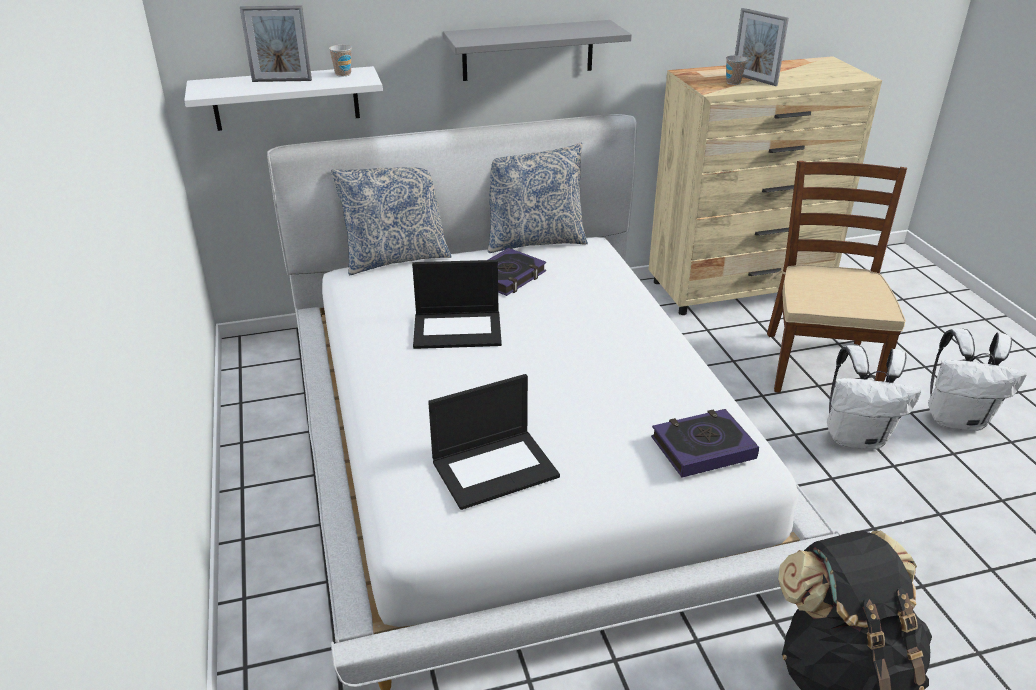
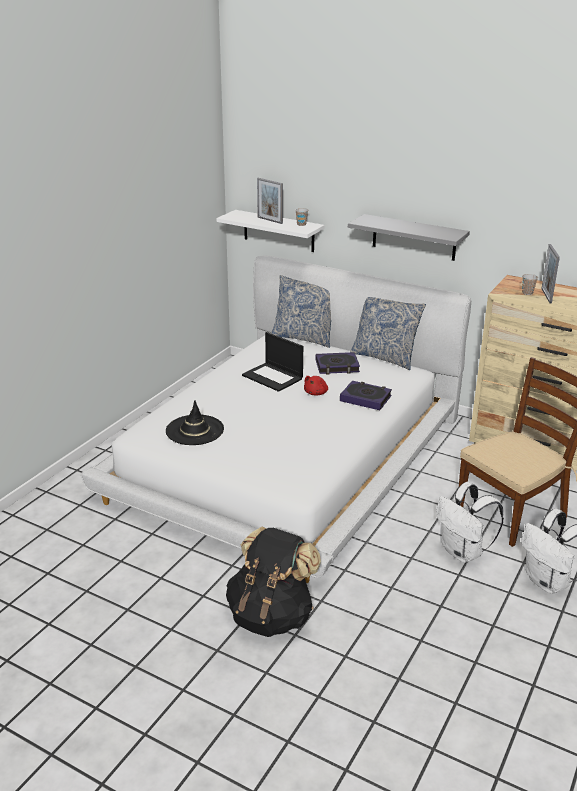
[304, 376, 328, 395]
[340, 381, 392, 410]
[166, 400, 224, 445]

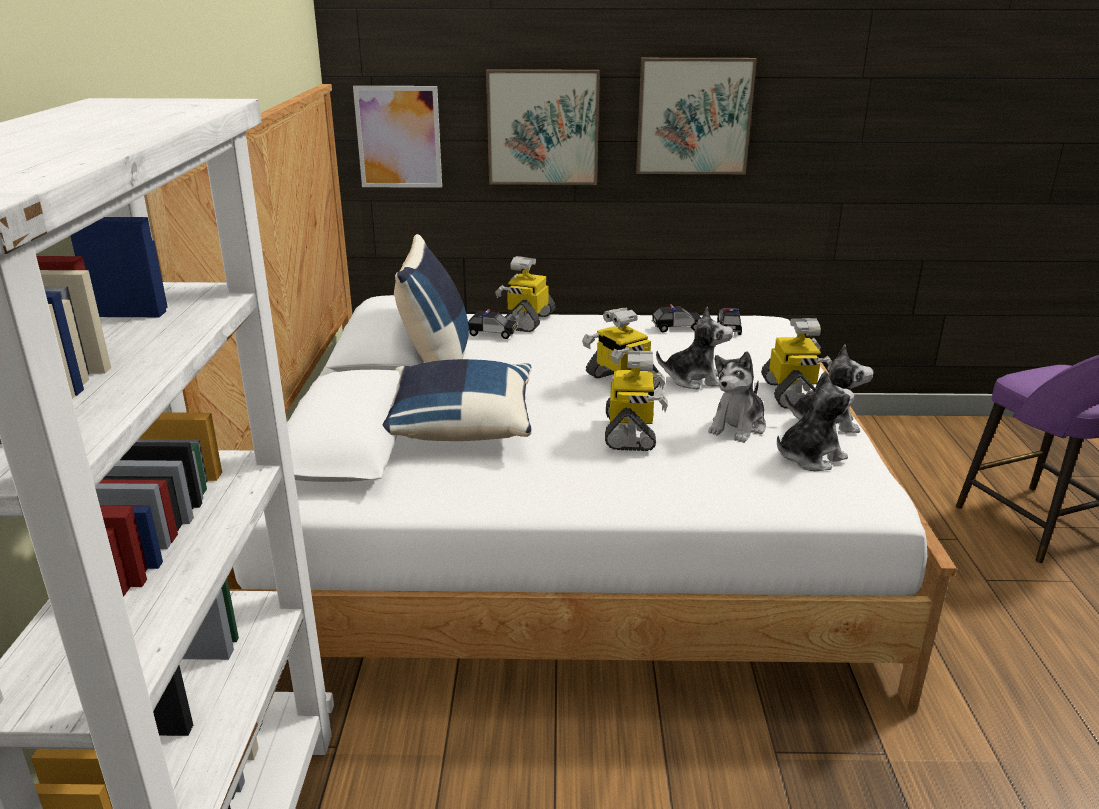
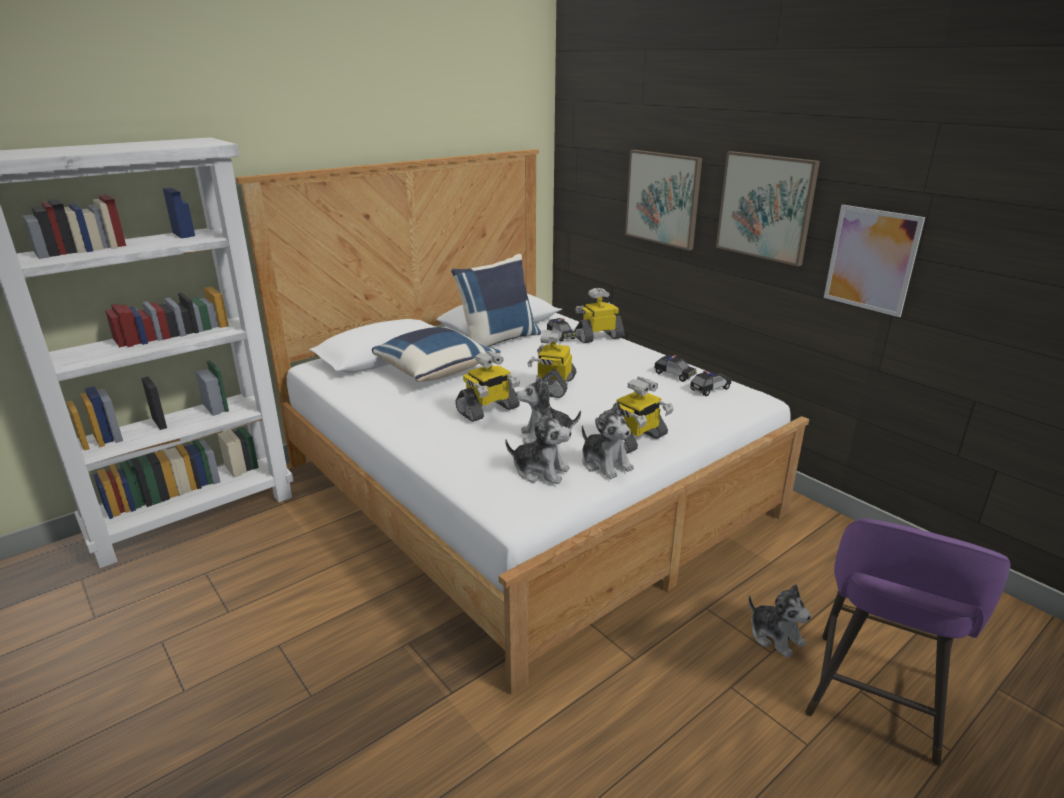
[824, 205, 925, 317]
[748, 584, 811, 658]

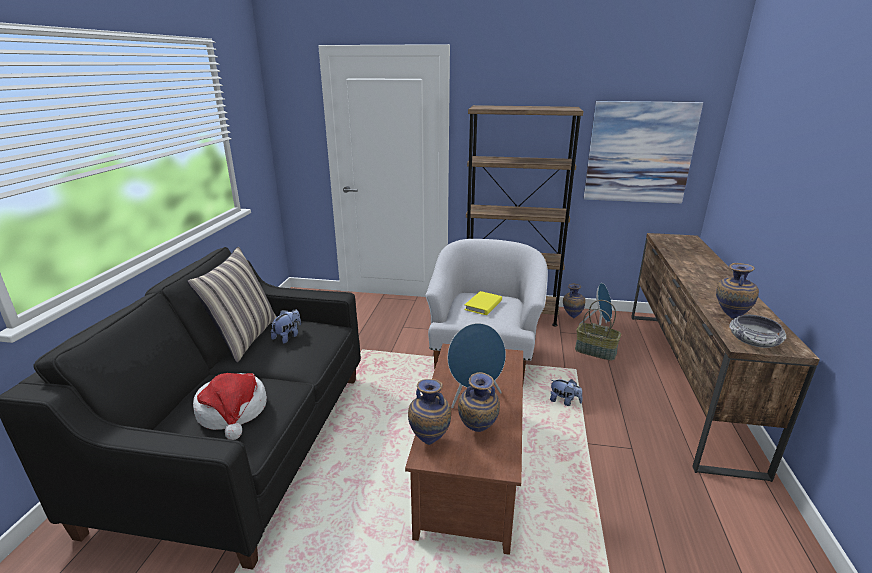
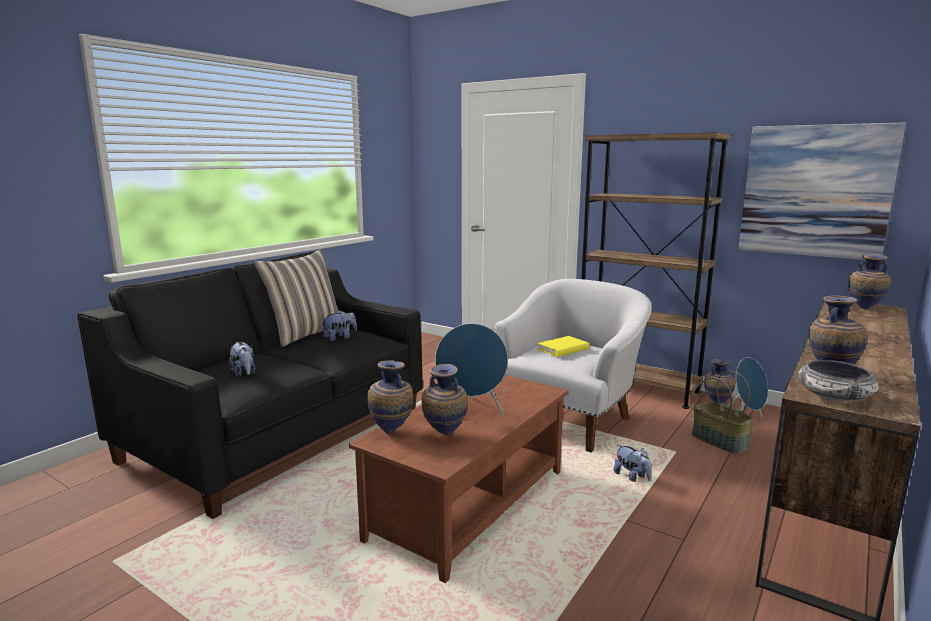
[848, 254, 891, 309]
[229, 342, 256, 377]

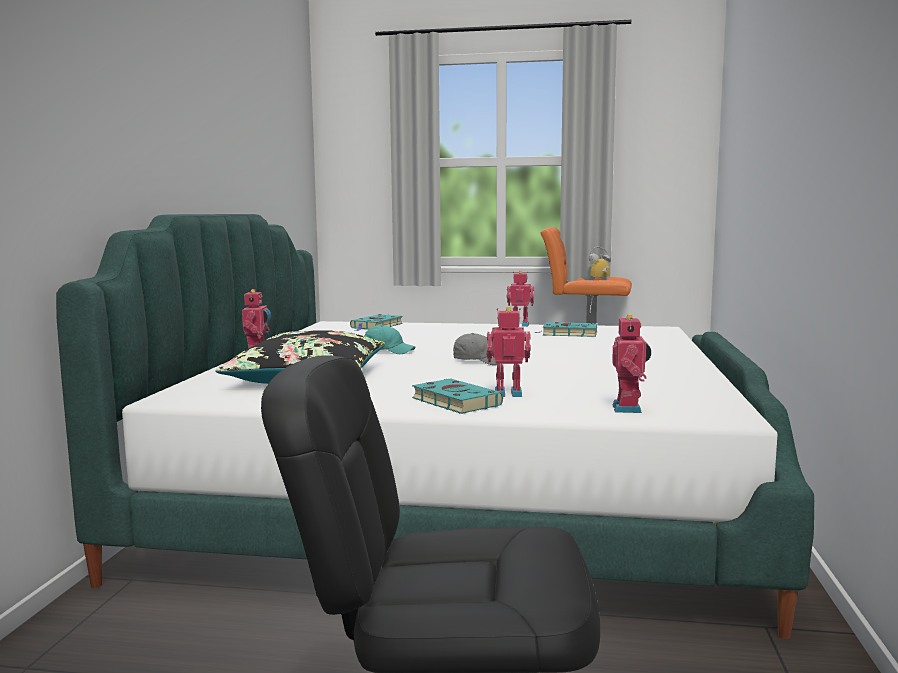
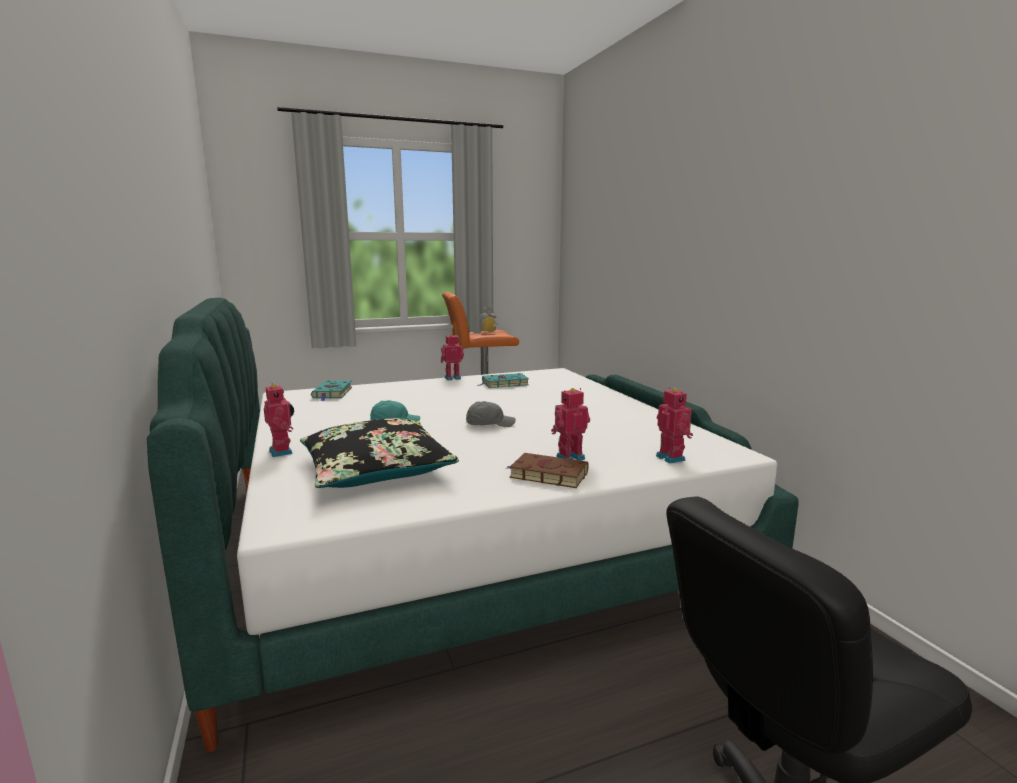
[507, 453, 589, 488]

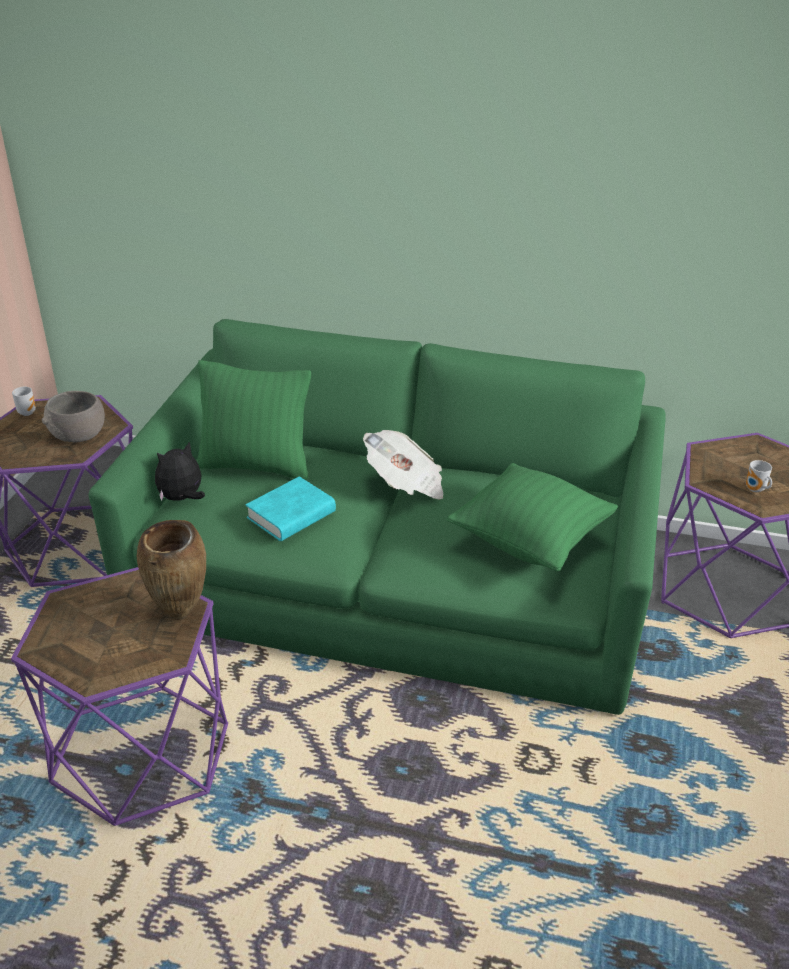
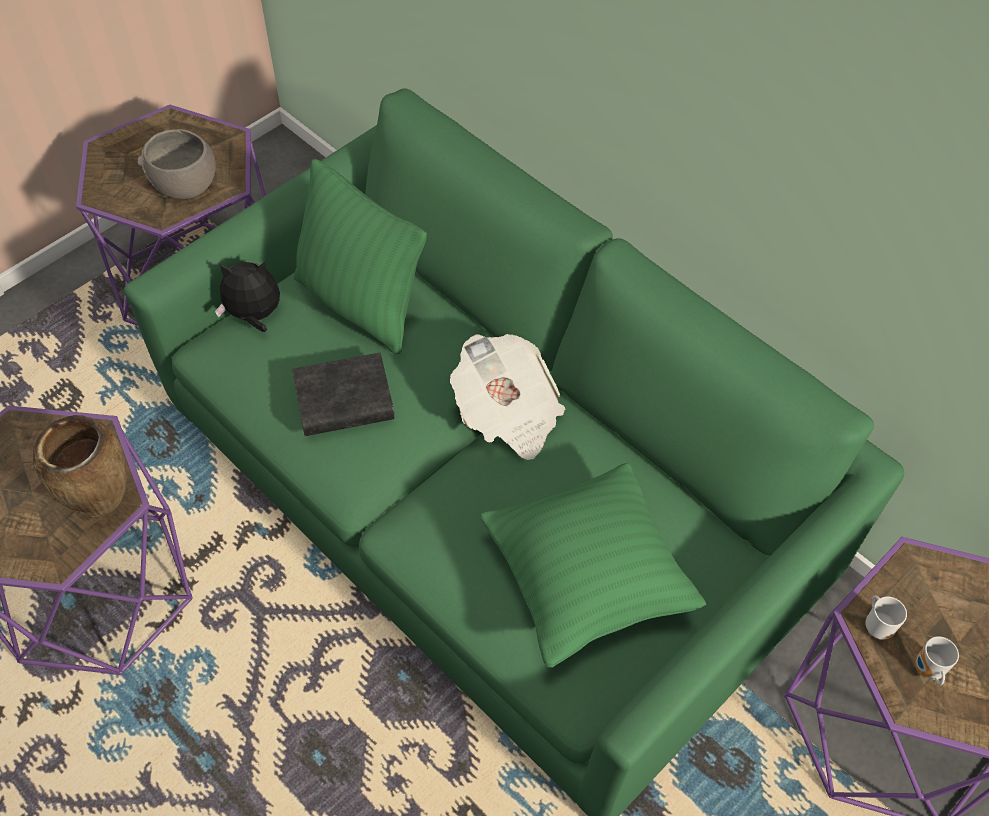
[865, 595, 907, 640]
[292, 353, 395, 436]

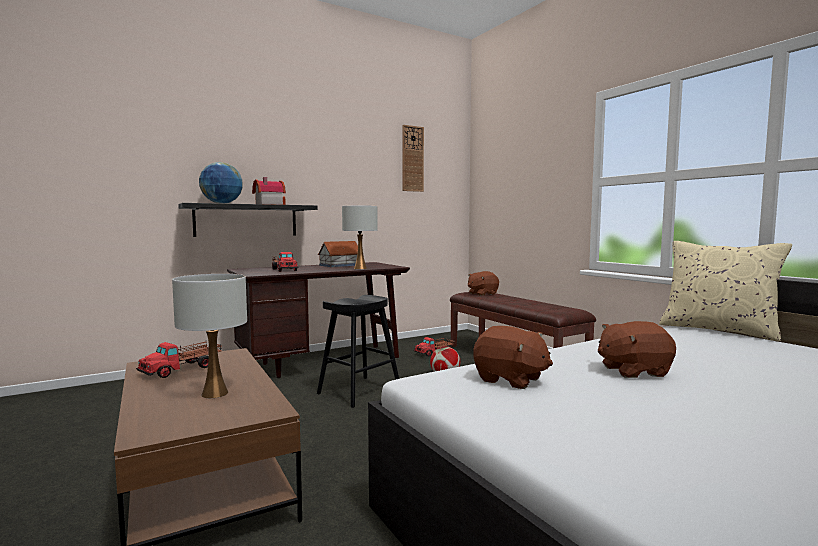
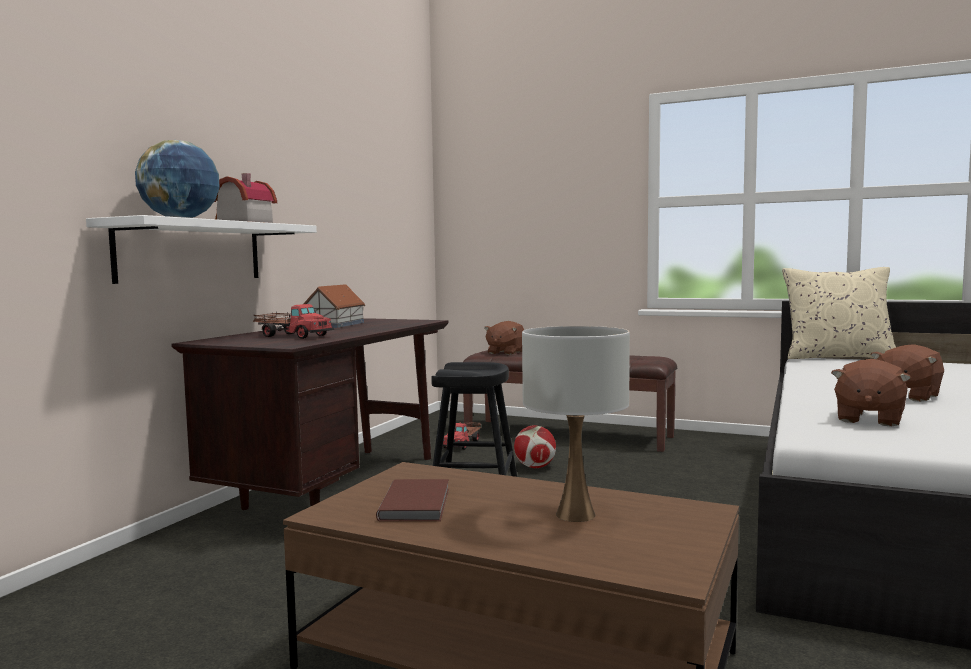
[342, 205, 378, 269] (first image)
[402, 125, 424, 192] (first image)
[376, 479, 449, 521]
[86, 215, 317, 284]
[831, 359, 912, 427]

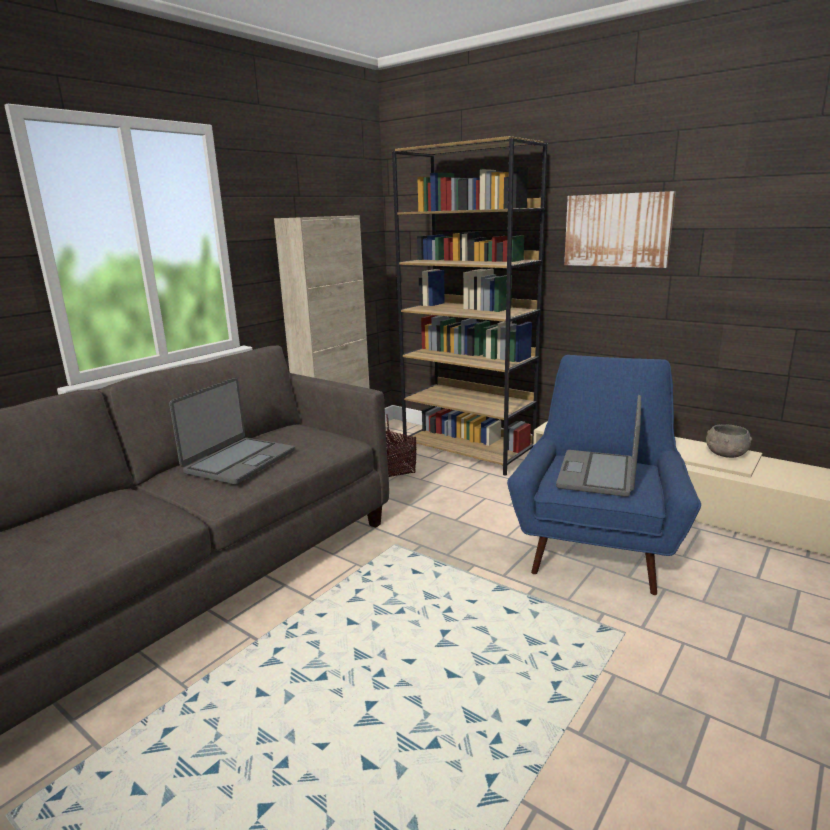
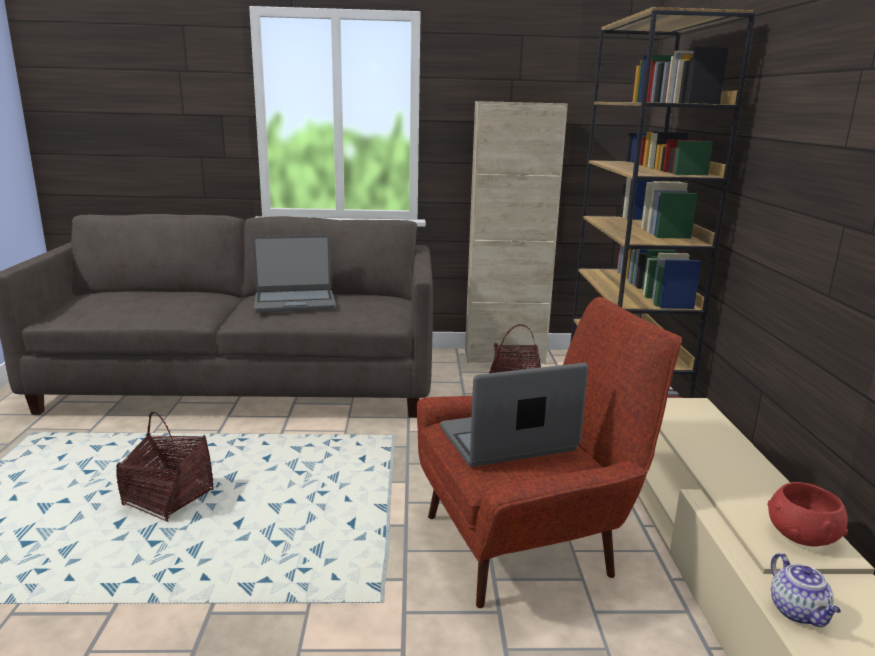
[564, 191, 676, 268] (first image)
[116, 412, 214, 522]
[771, 553, 841, 627]
[417, 297, 682, 608]
[767, 482, 848, 547]

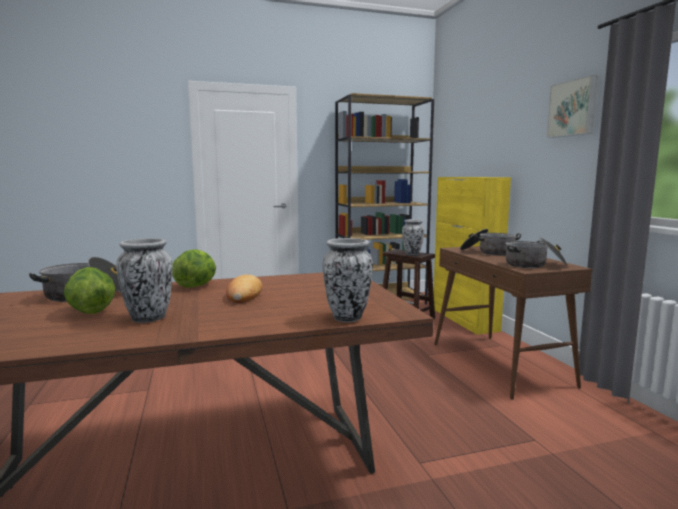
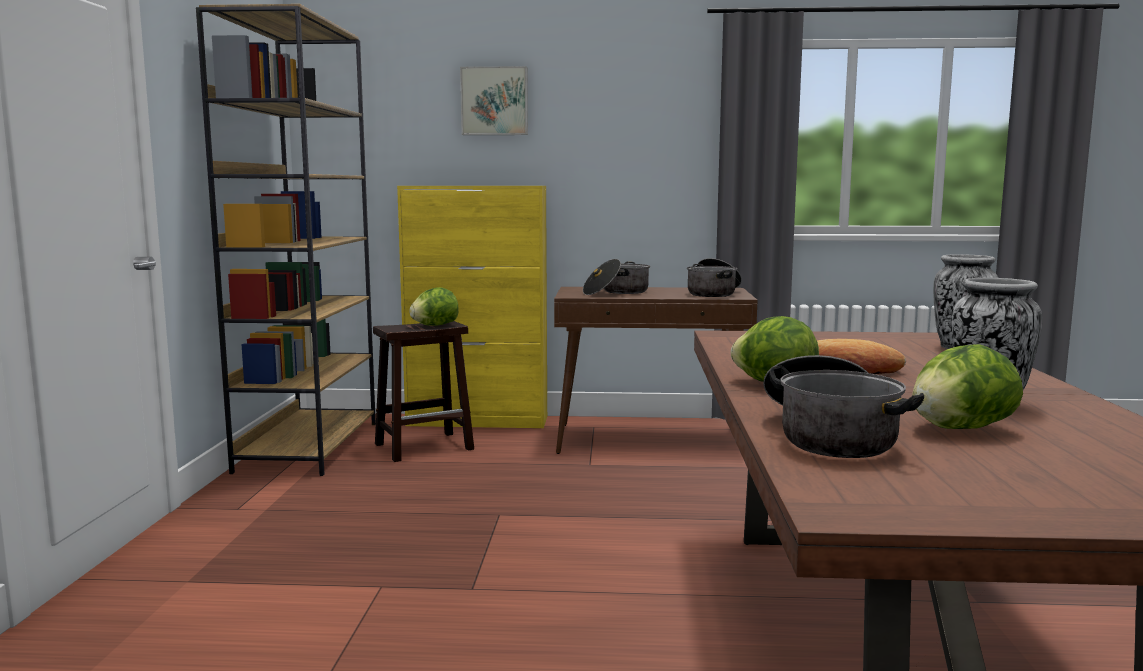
[460, 66, 528, 135]
[409, 287, 459, 326]

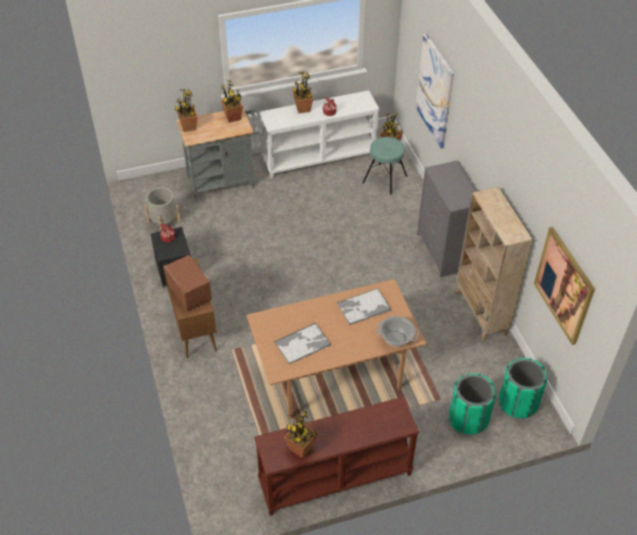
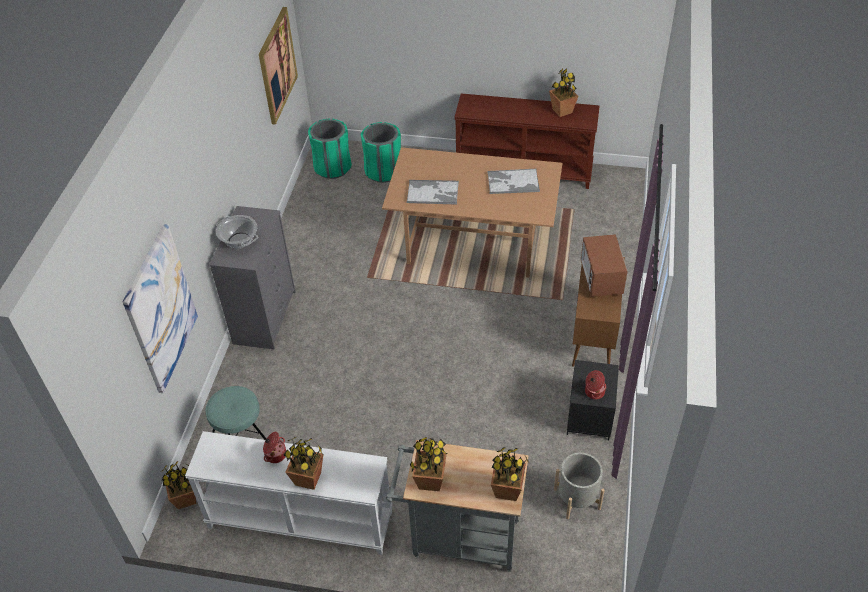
[455, 187, 533, 342] (first image)
[216, 215, 258, 248]

